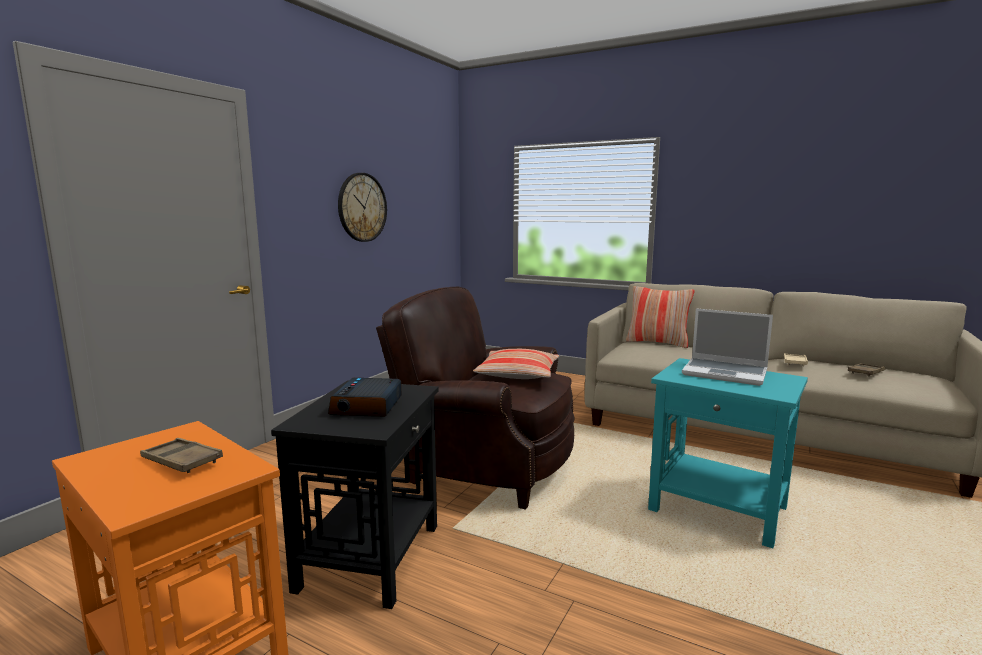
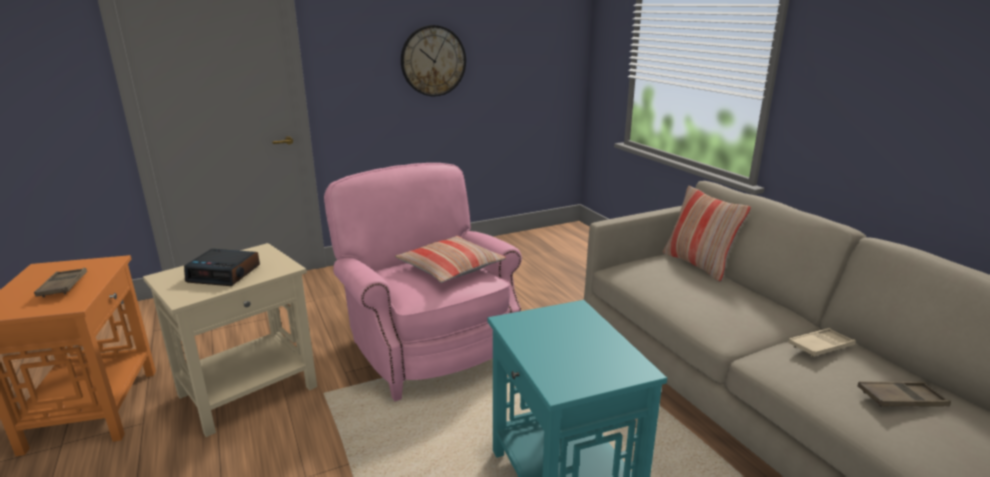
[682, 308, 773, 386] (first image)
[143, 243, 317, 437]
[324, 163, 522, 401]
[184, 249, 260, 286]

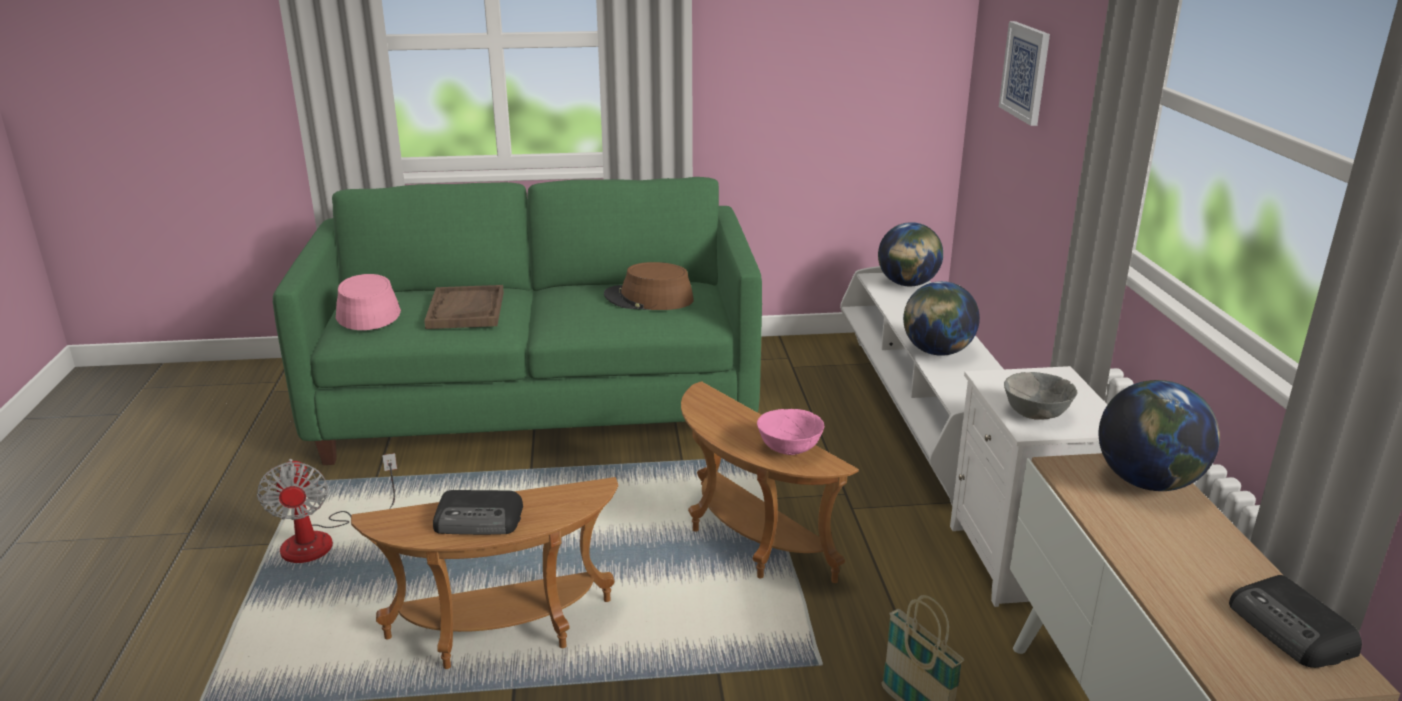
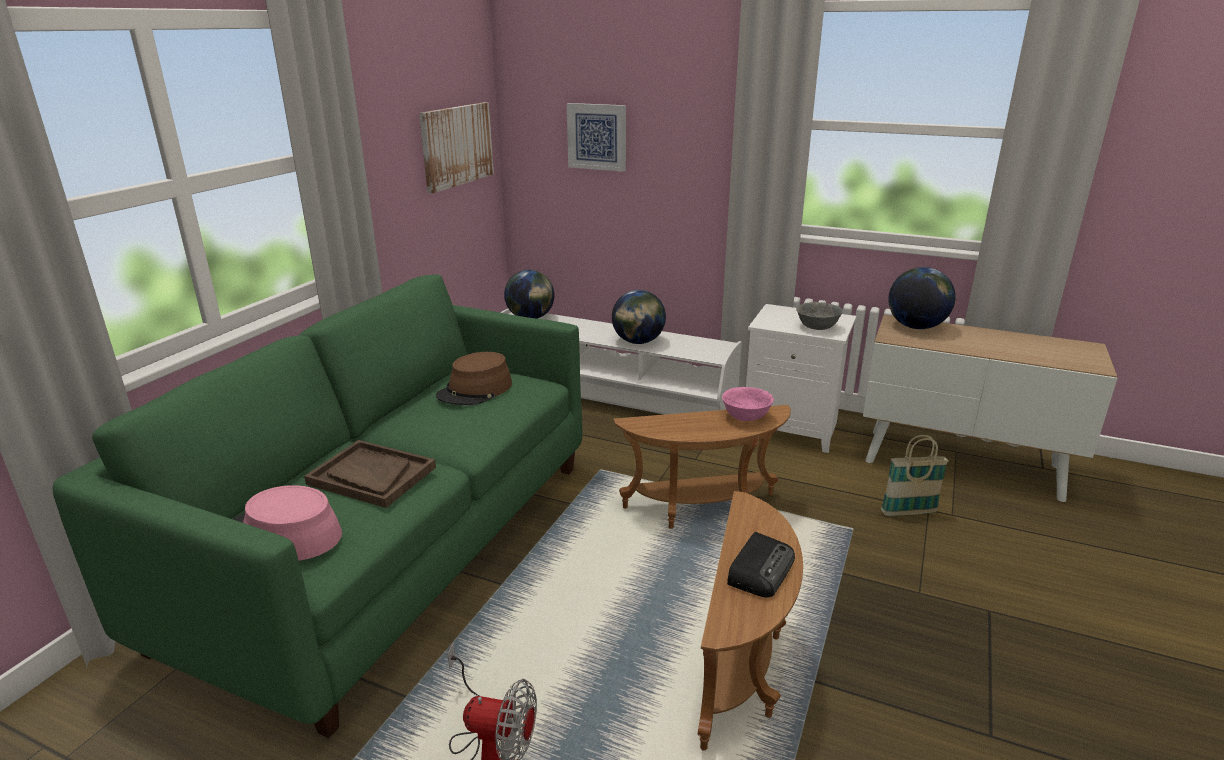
[1229, 575, 1362, 668] (first image)
[419, 102, 494, 193]

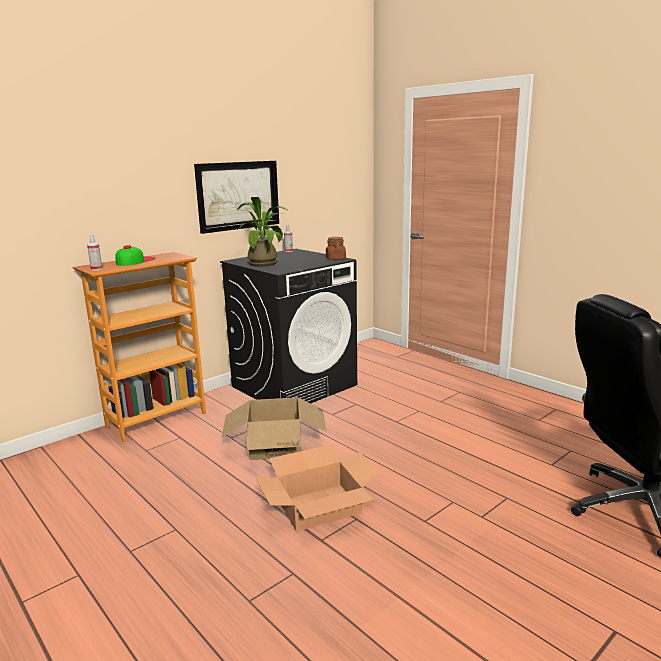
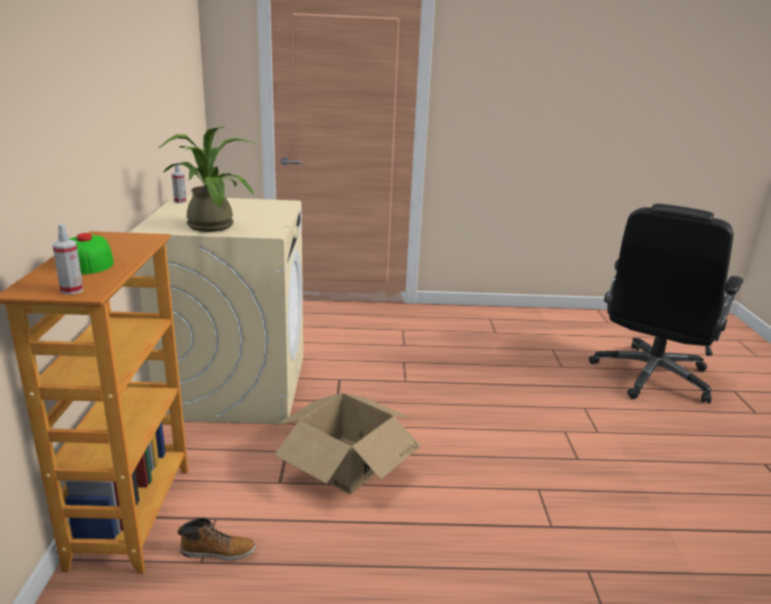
[194, 161, 279, 234] (first image)
[255, 444, 382, 532] (first image)
[326, 237, 346, 260] (first image)
[177, 518, 256, 560]
[129, 196, 303, 424]

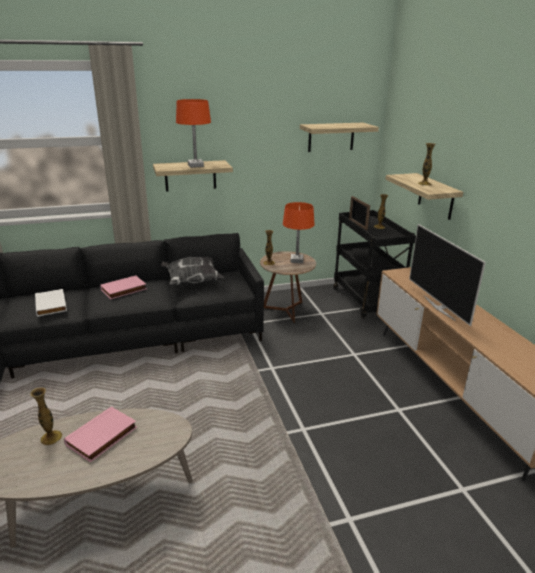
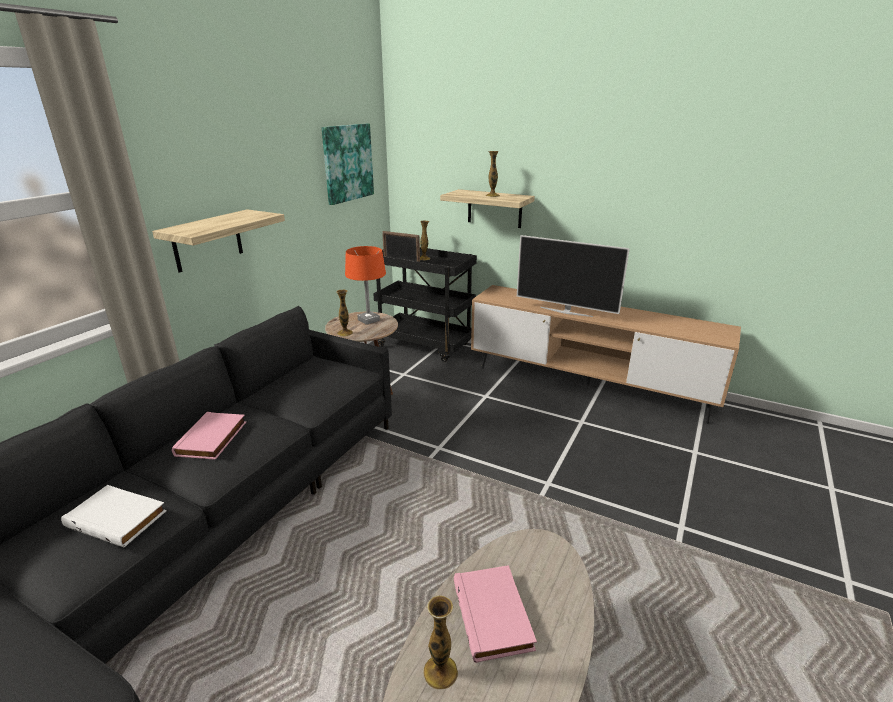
[161, 257, 224, 285] (first image)
[176, 99, 211, 168] (first image)
[321, 124, 374, 205]

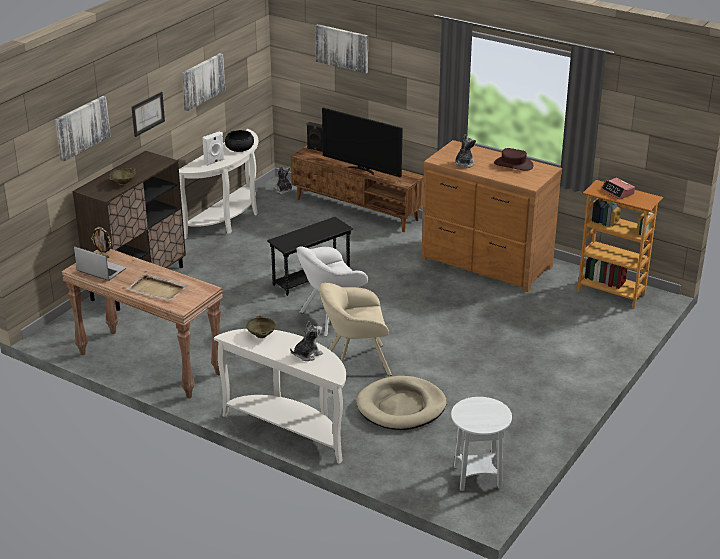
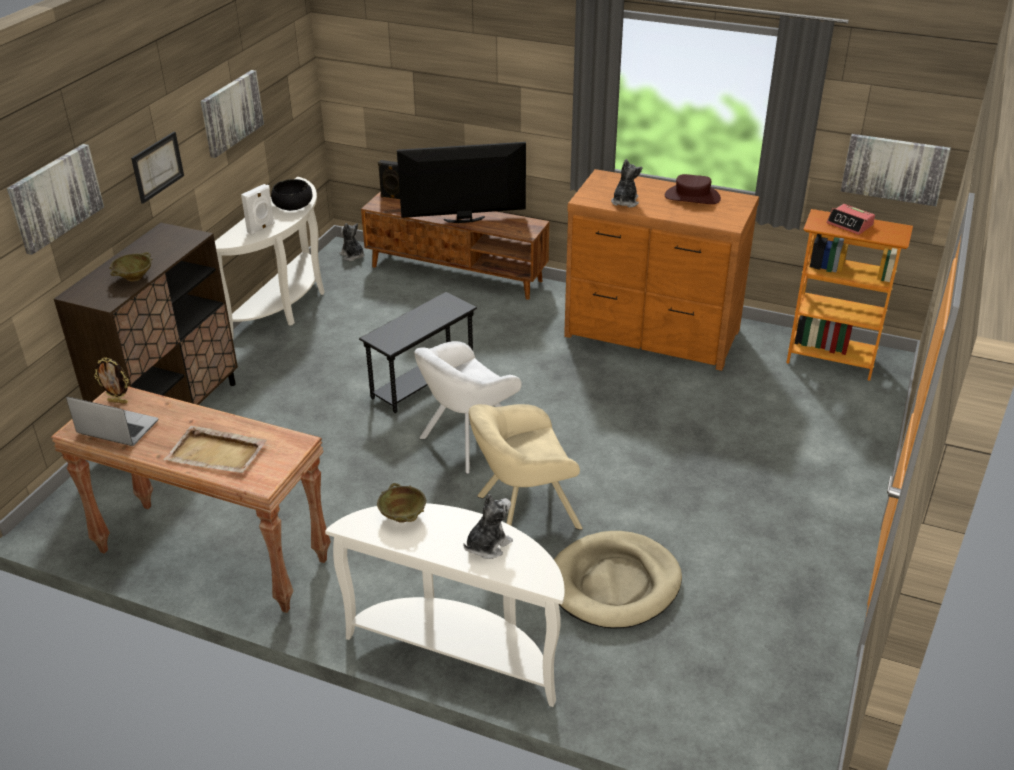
[451, 397, 512, 491] (first image)
[841, 134, 951, 206]
[397, 142, 526, 223]

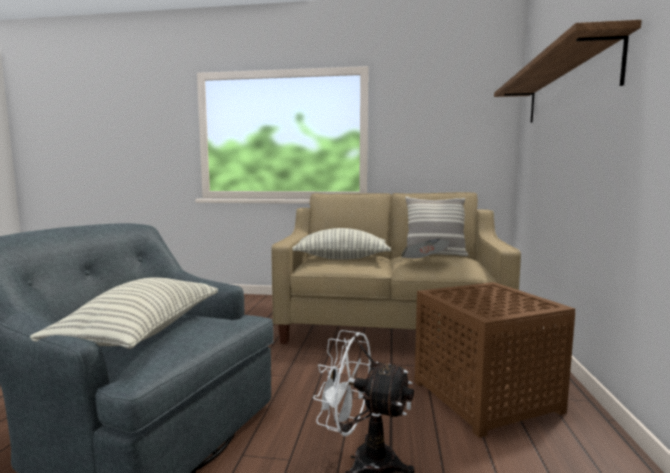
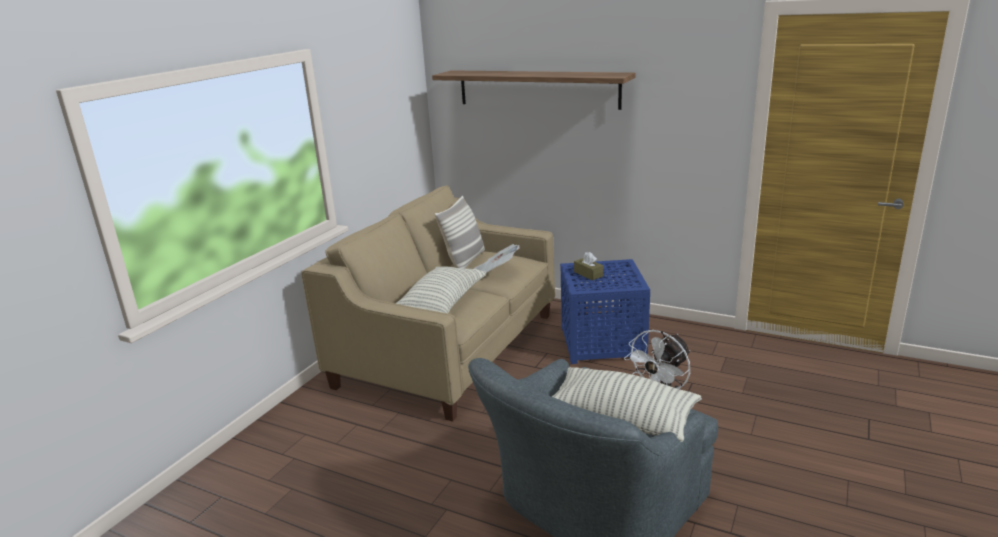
[574, 252, 603, 280]
[560, 259, 650, 364]

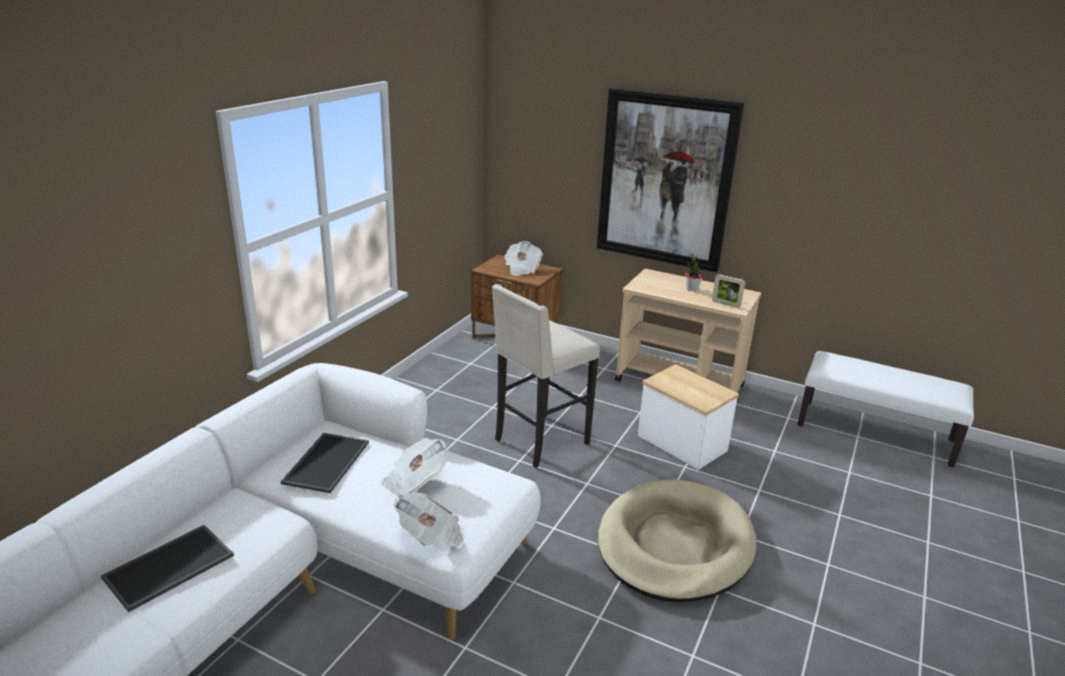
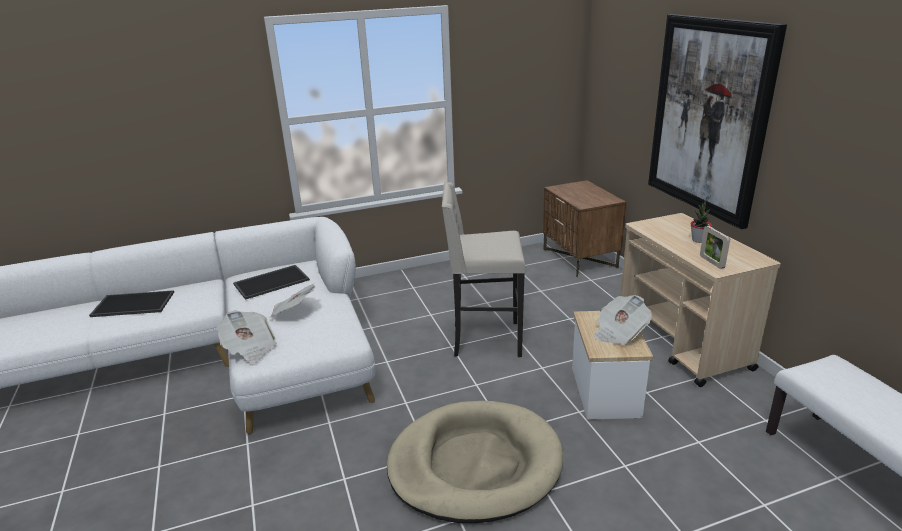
[594, 295, 652, 345]

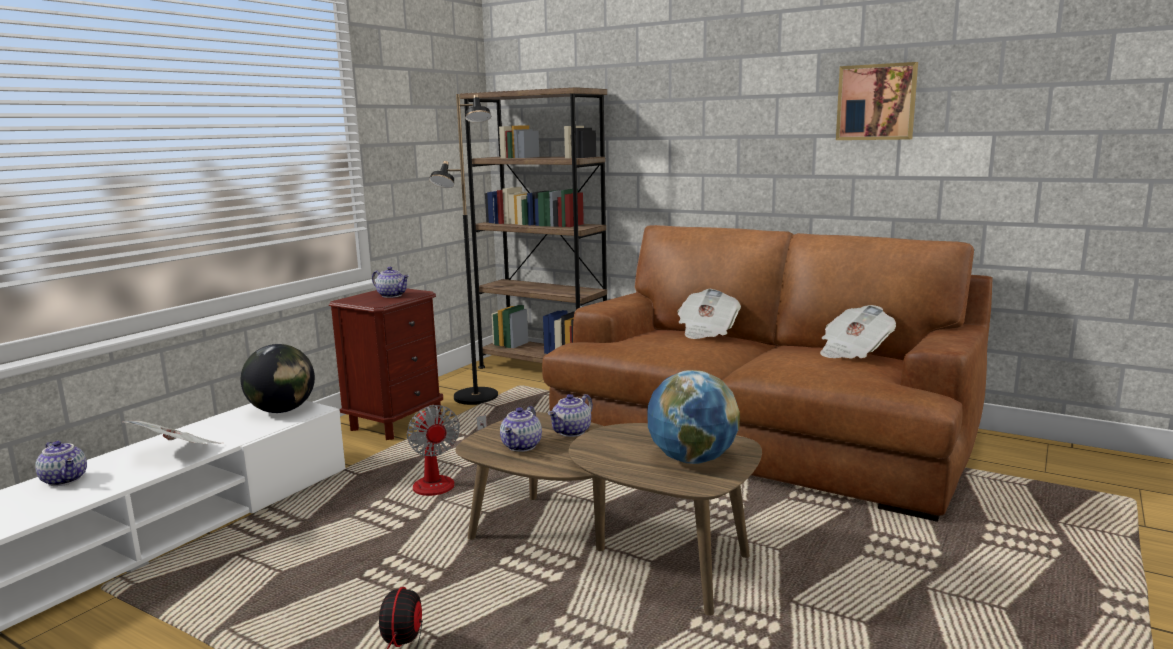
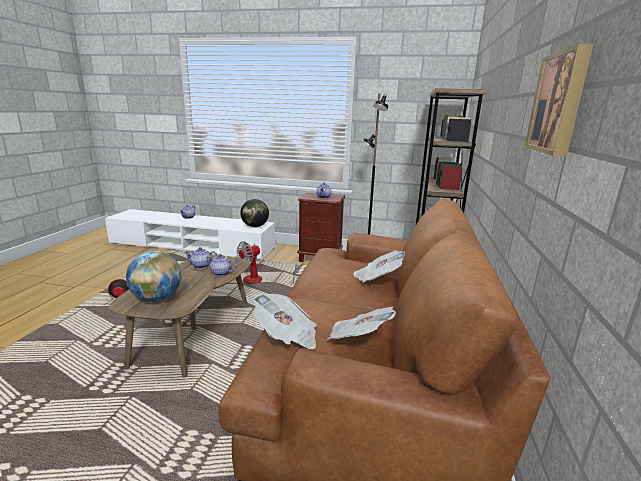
[253, 294, 317, 349]

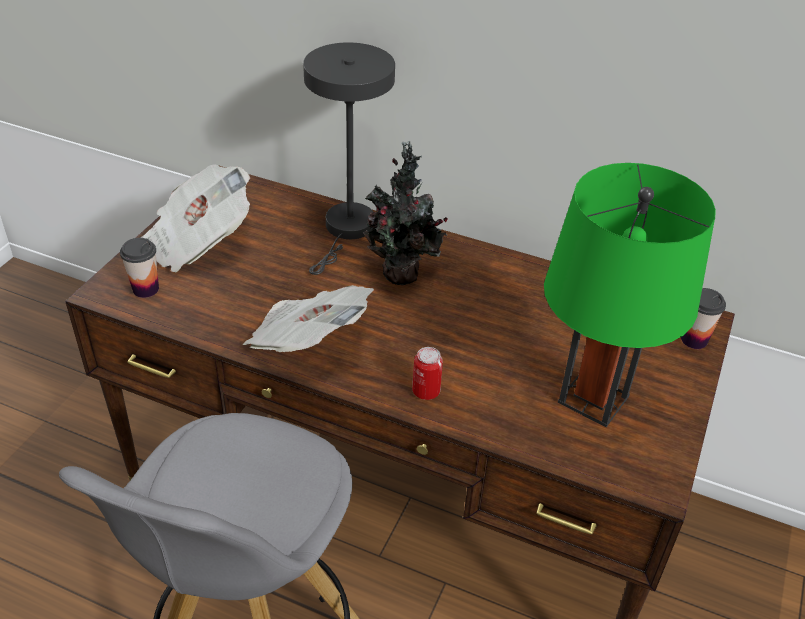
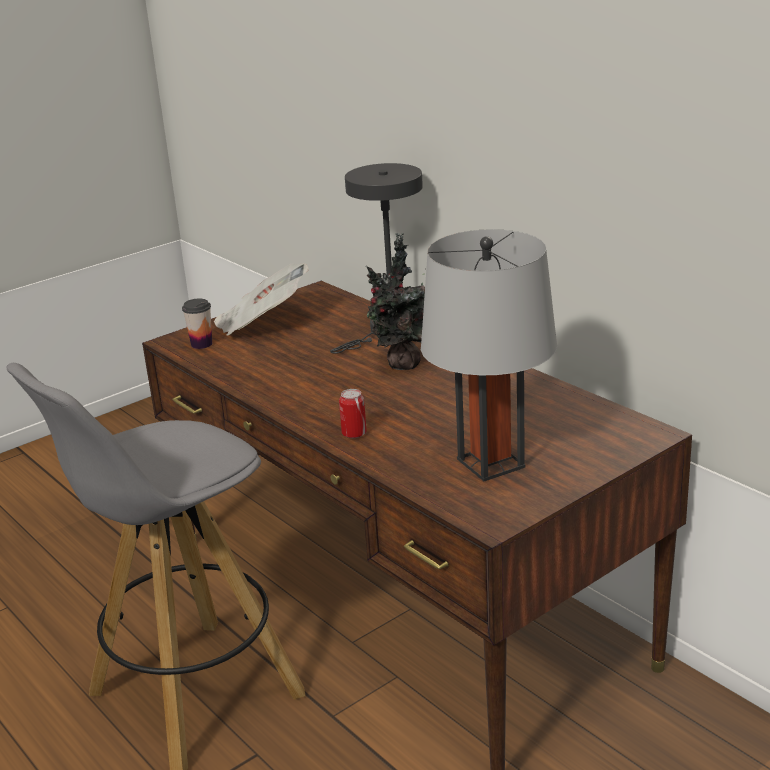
[243, 285, 374, 352] (first image)
[681, 288, 726, 349] (first image)
[421, 229, 557, 481]

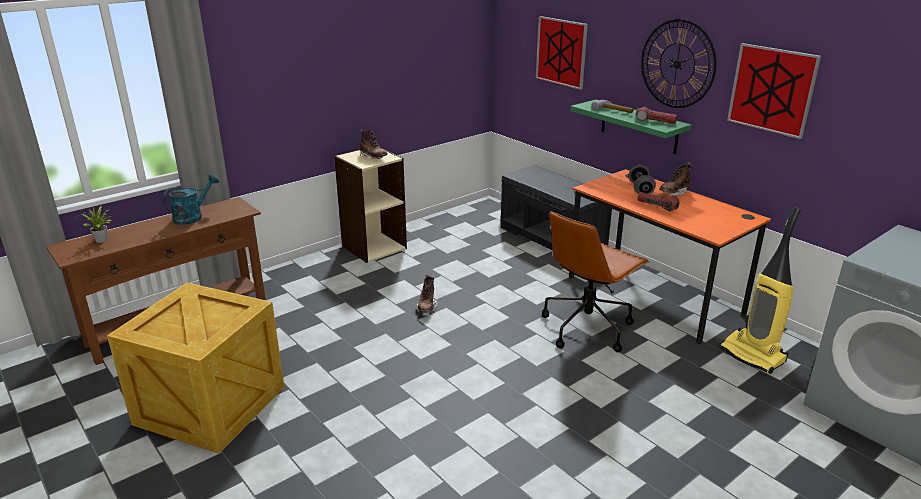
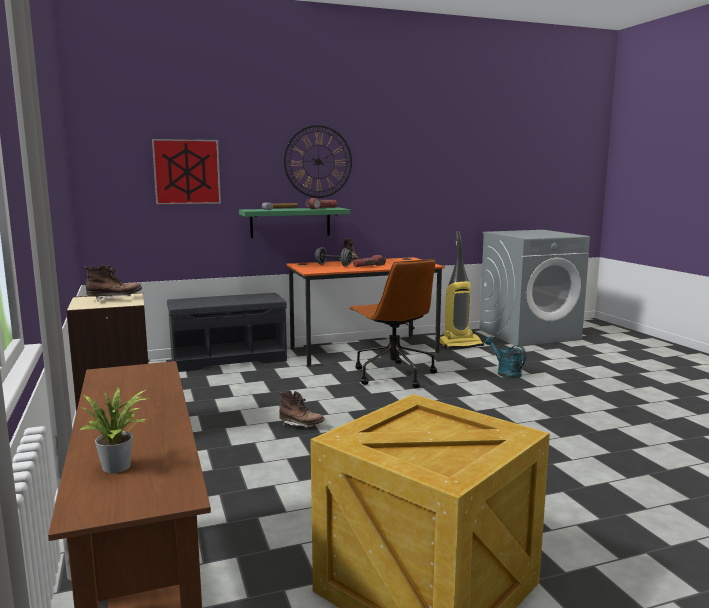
[727, 43, 821, 139] (first image)
[485, 336, 526, 378]

